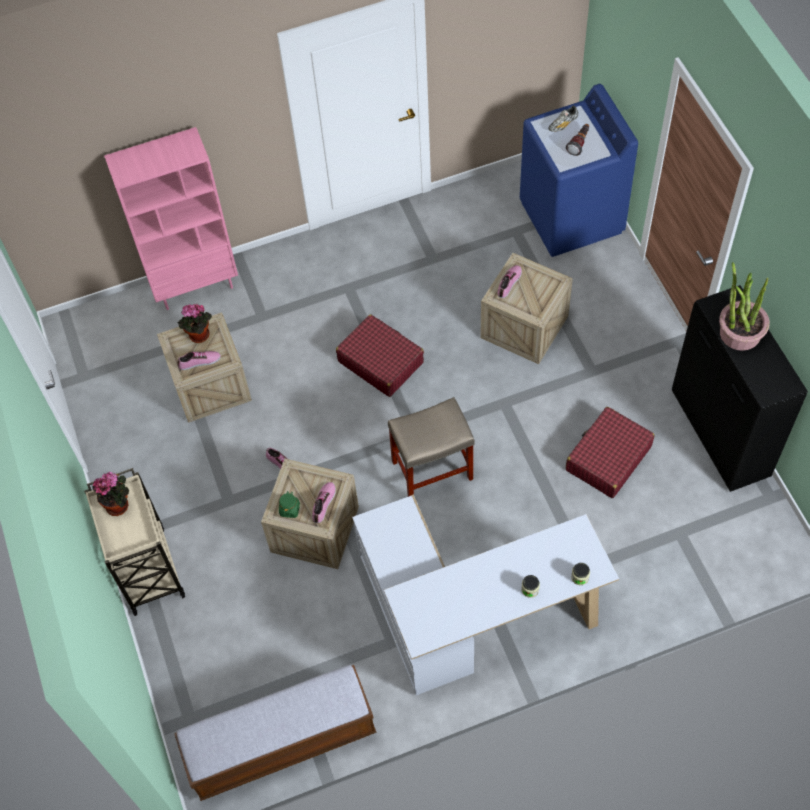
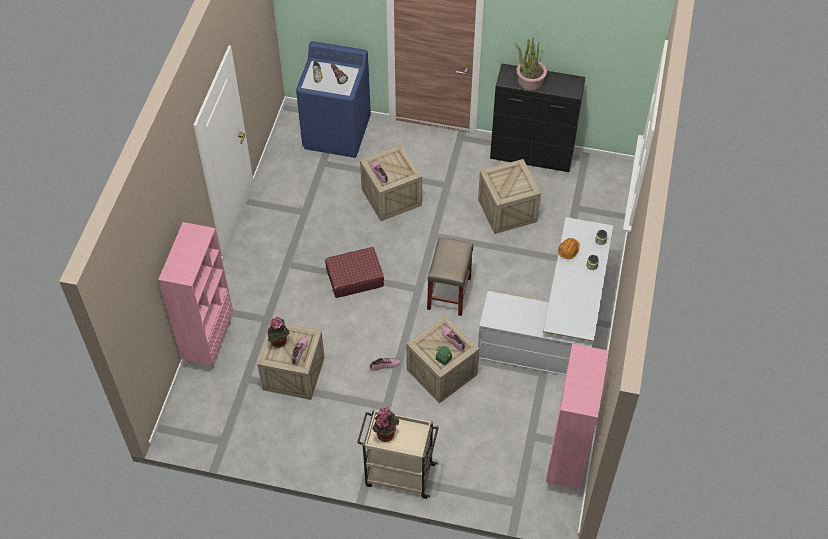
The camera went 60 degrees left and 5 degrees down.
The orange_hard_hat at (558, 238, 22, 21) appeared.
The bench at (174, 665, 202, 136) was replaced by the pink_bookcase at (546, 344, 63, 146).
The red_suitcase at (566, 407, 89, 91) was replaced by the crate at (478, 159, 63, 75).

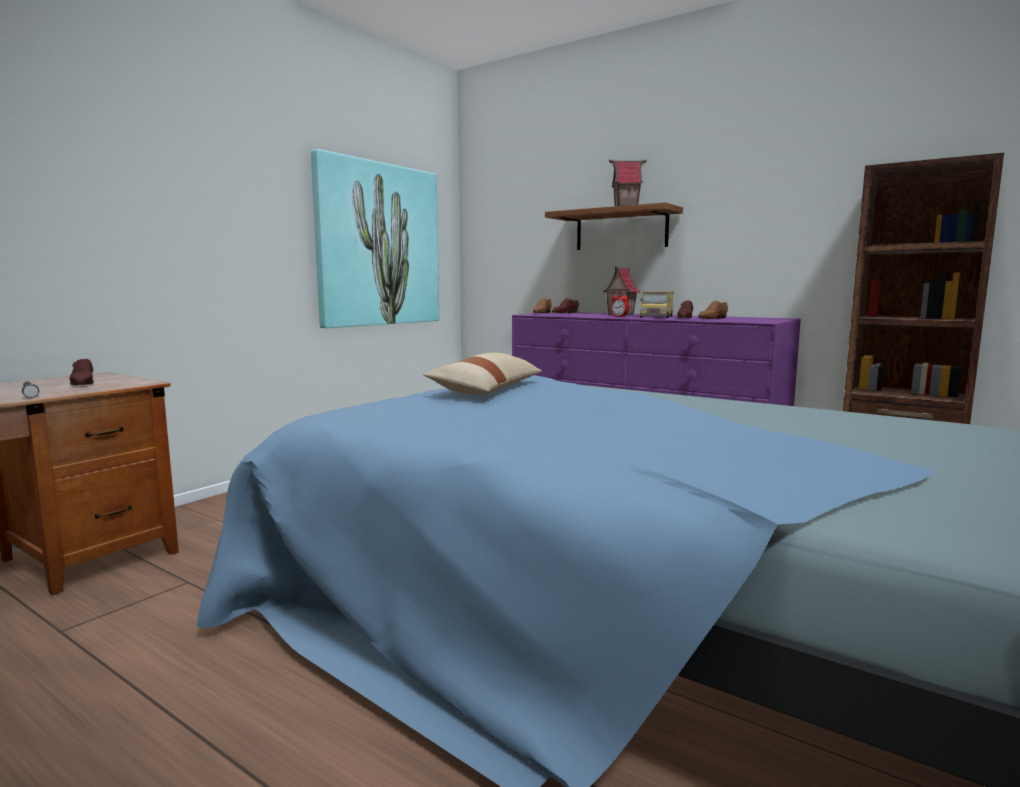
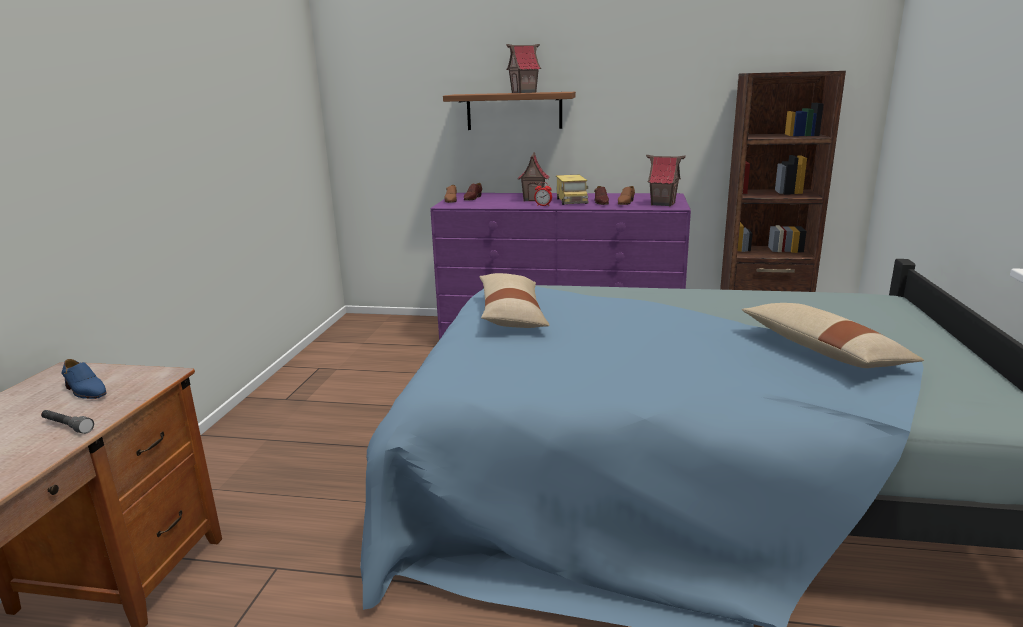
The camera went 25 degrees left and 10 degrees up.
The picture at (311, 149, 128, 179) disappeared.
The toy_house at (646, 155, 40, 51) appeared.
The beige_pillow at (742, 303, 182, 65) appeared.
The brown_shoe at (69, 359, 25, 26) became the blue_shoe at (62, 359, 45, 40).

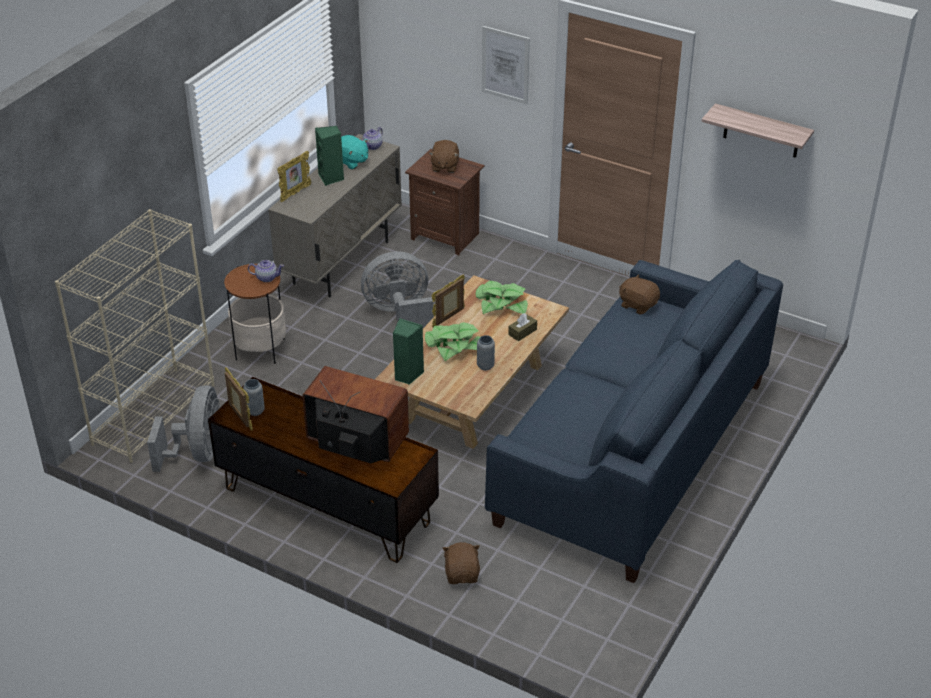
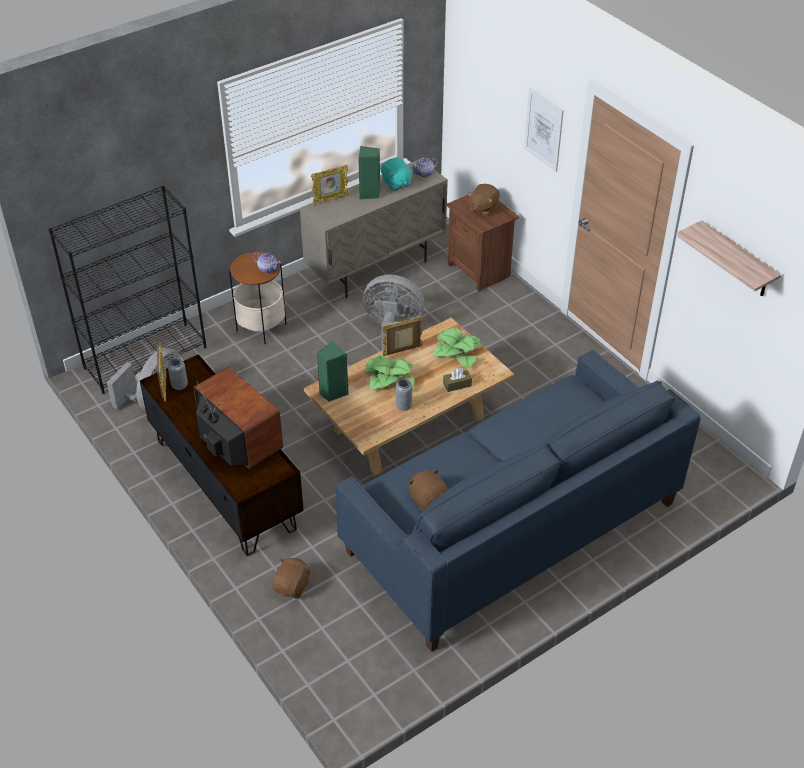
The camera went 25 degrees right and 5 degrees up.
The brown_plush_toy moved from (619, 274, 41, 41) to (407, 469, 41, 43).
The beige_bookcase at (55, 209, 160, 254) became the black_bookcase at (48, 185, 159, 209).

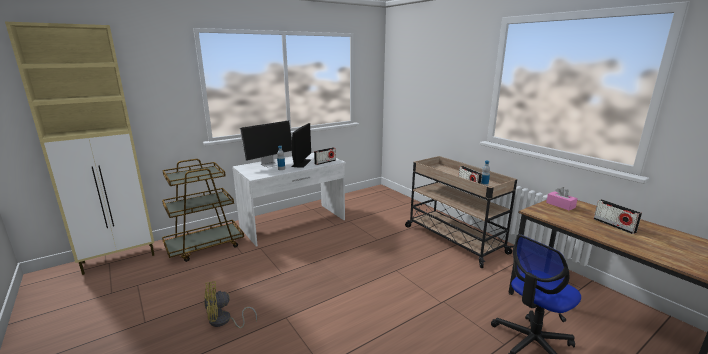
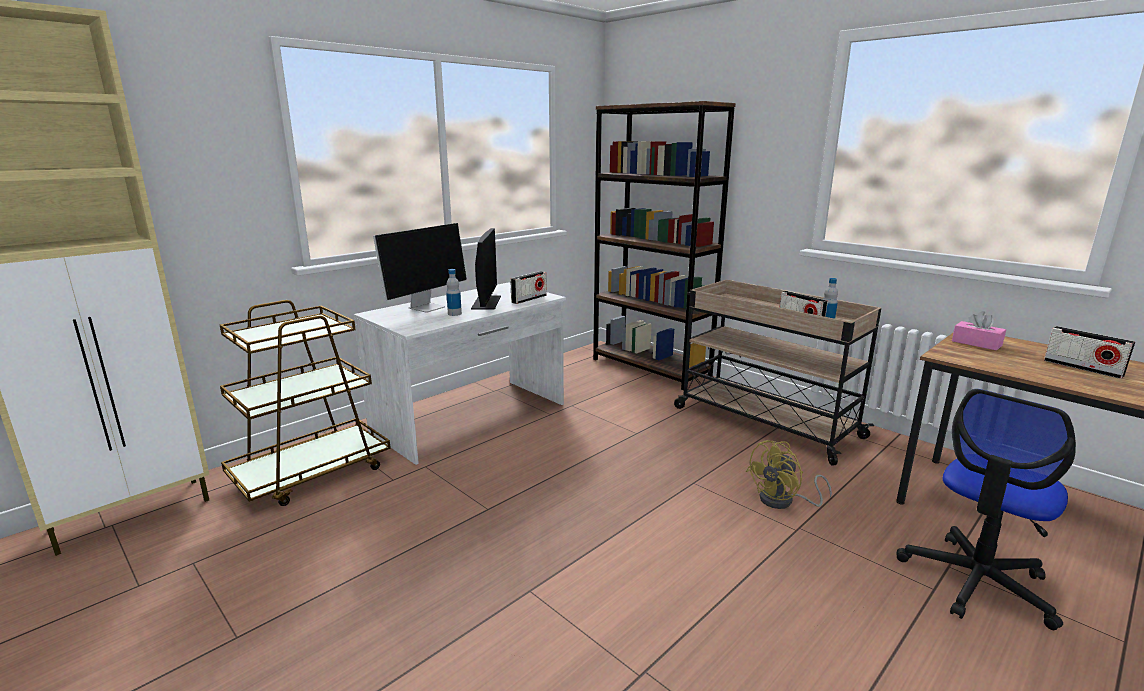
The camera went 10 degrees left and 0 degrees up.
The brown_bookcase at (593, 101, 143, 289) appeared.
The yellow_fan moved from (204, 281, 53, 47) to (746, 440, 86, 69).

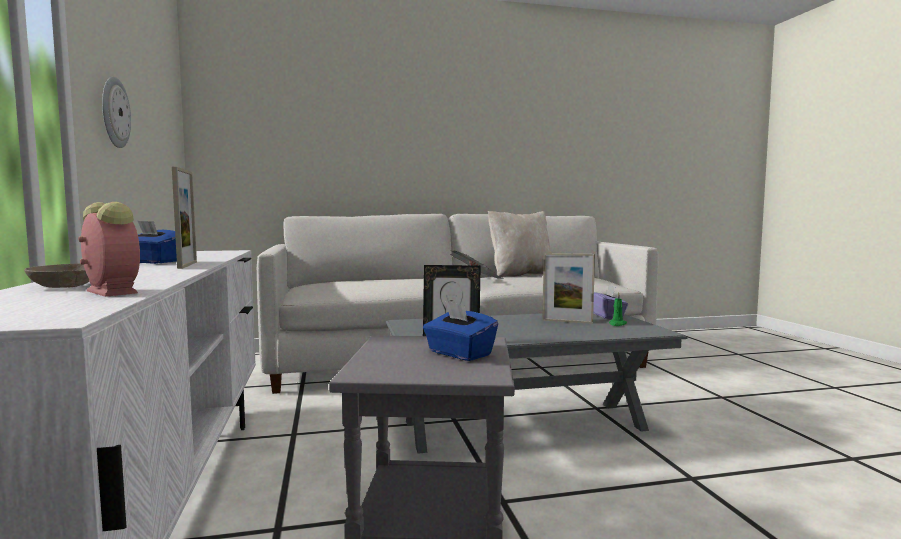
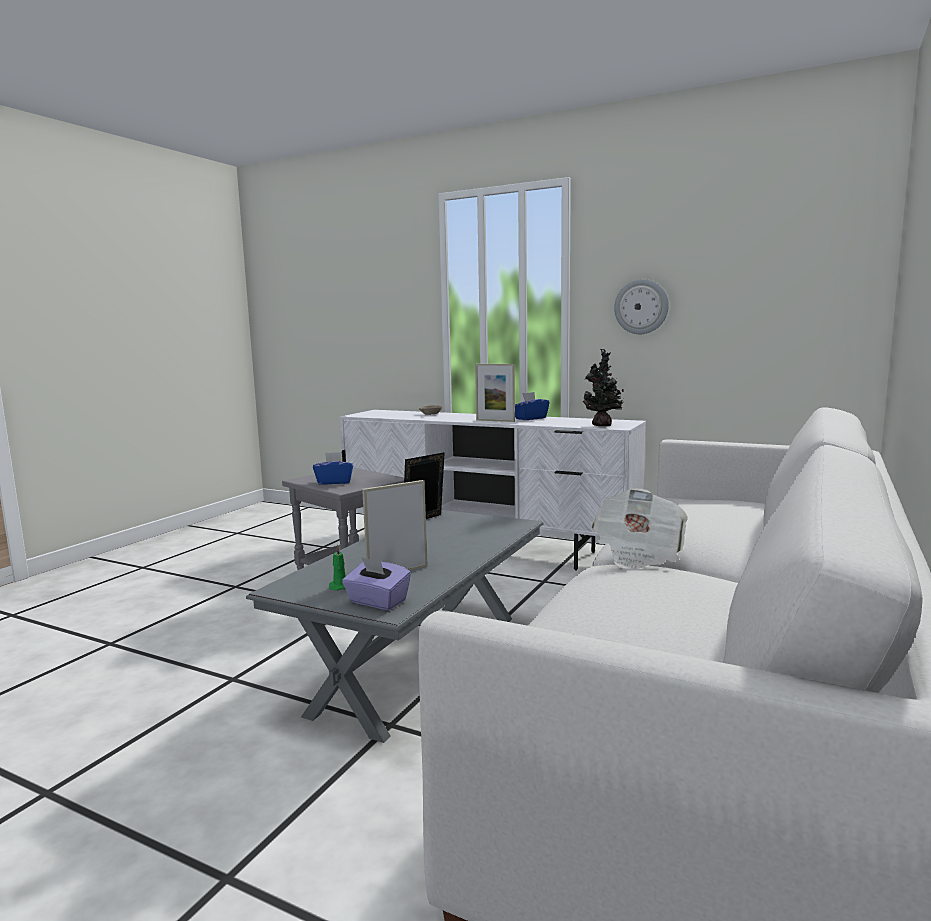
The camera went 130 degrees right and 5 degrees up.
The alarm_clock at (78, 202, 62, 95) disappeared.
The beige_pillow at (488, 211, 64, 66) disappeared.
The potted_plant at (583, 349, 41, 77) appeared.

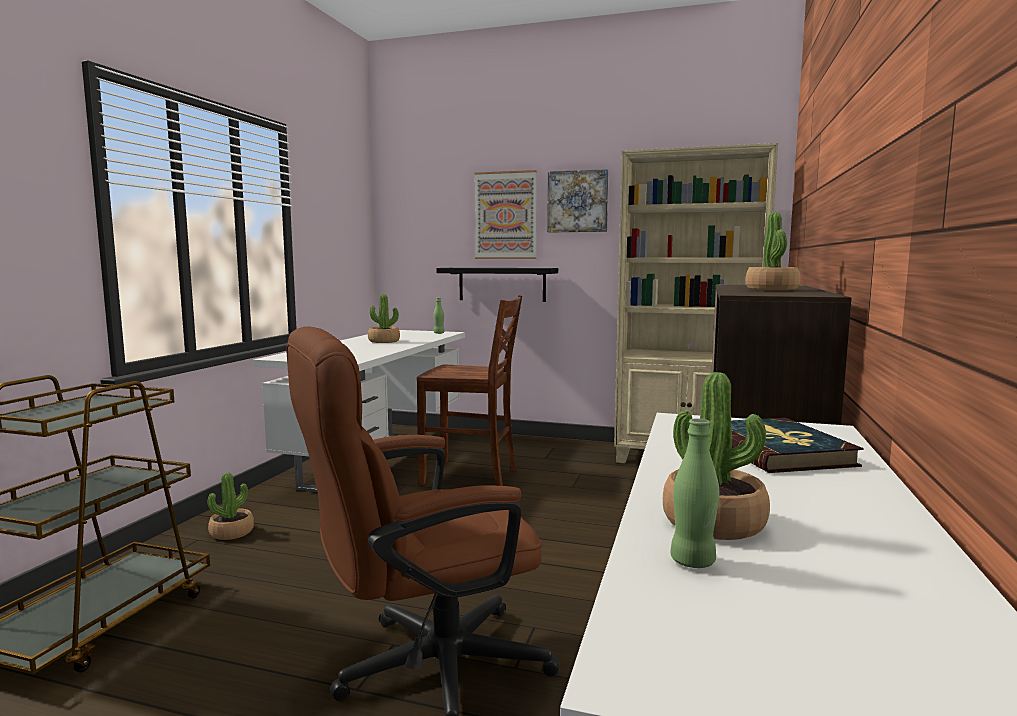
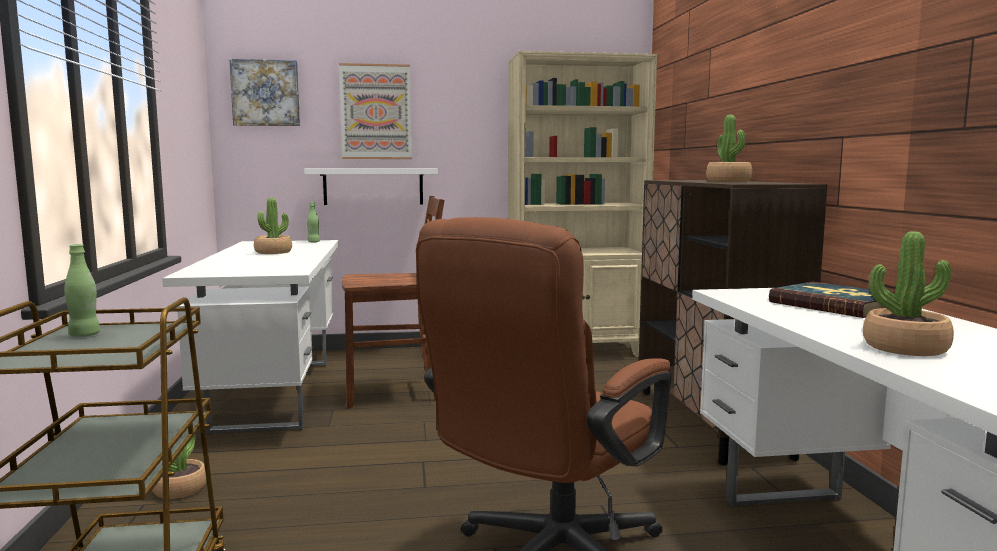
The camera went 25 degrees left and 0 degrees up.
The picture moved from (547, 169, 62, 63) to (229, 59, 71, 67).
The green_bottle moved from (670, 418, 49, 150) to (64, 244, 36, 93).
The black_shelf at (436, 268, 122, 34) became the white_shelf at (304, 169, 134, 36).

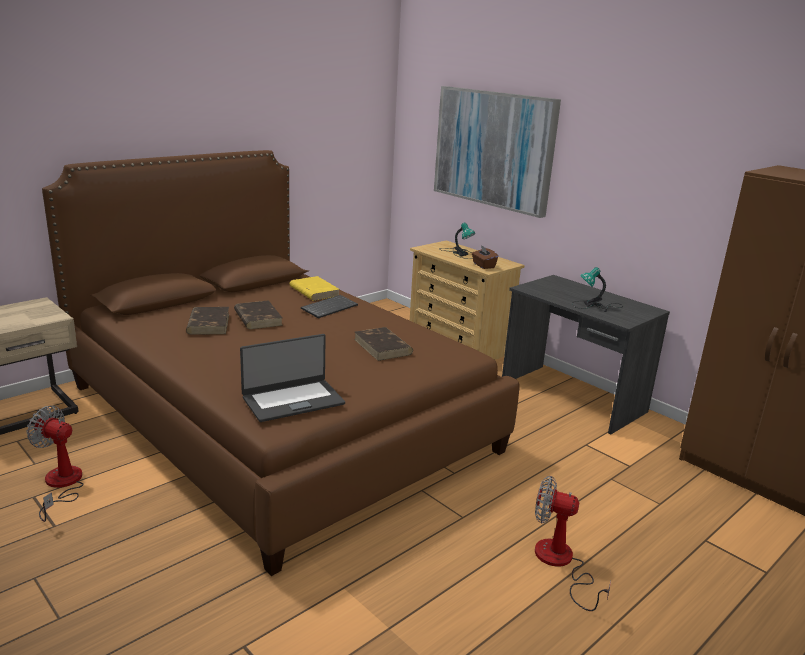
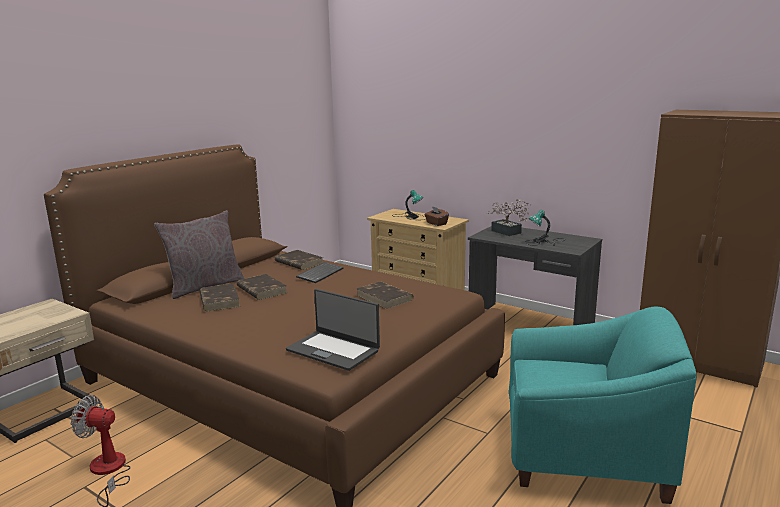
The camera went 10 degrees left and 5 degrees down.
The picture at (434, 86, 127, 132) disappeared.
The grey_pillow at (154, 210, 91, 89) appeared.
The potted_plant at (487, 199, 44, 37) appeared.
The fan at (535, 476, 76, 135) was replaced by the turquoise_armchair at (509, 306, 188, 198).
The yellow_book at (290, 276, 50, 25) became the brown_book at (275, 250, 48, 20).
The laptop at (240, 334, 105, 88) turned 75 degrees clockwise.

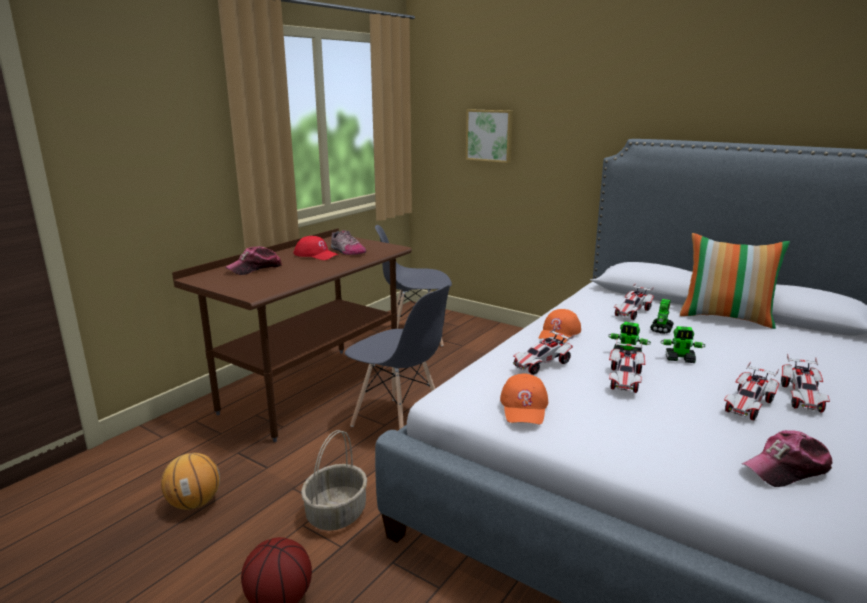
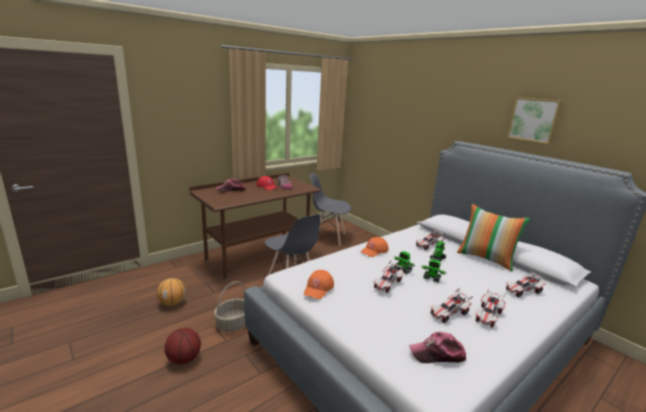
The camera went 15 degrees right and 0 degrees up.
The picture moved from (466, 109, 47, 54) to (507, 97, 55, 47).
The toy_car moved from (513, 327, 61, 48) to (506, 271, 42, 26).

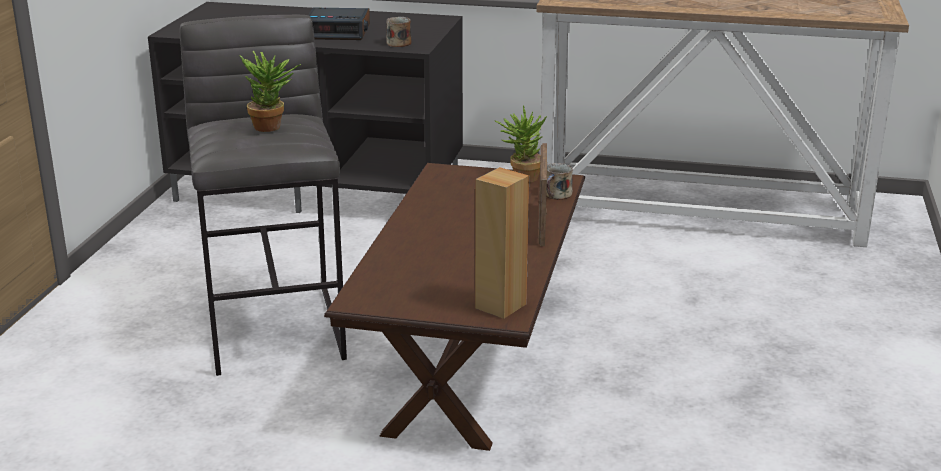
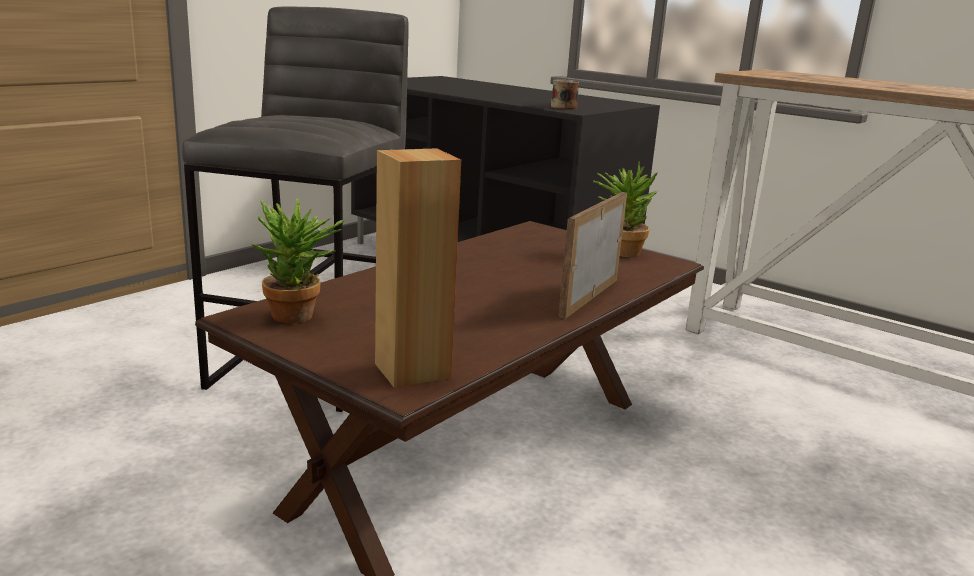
The camera went 25 degrees right and 5 degrees down.
The alarm_clock at (308, 7, 62, 33) disappeared.
The mug at (546, 163, 27, 37) disappeared.
The potted_plant moved from (239, 51, 62, 81) to (251, 198, 94, 125).

